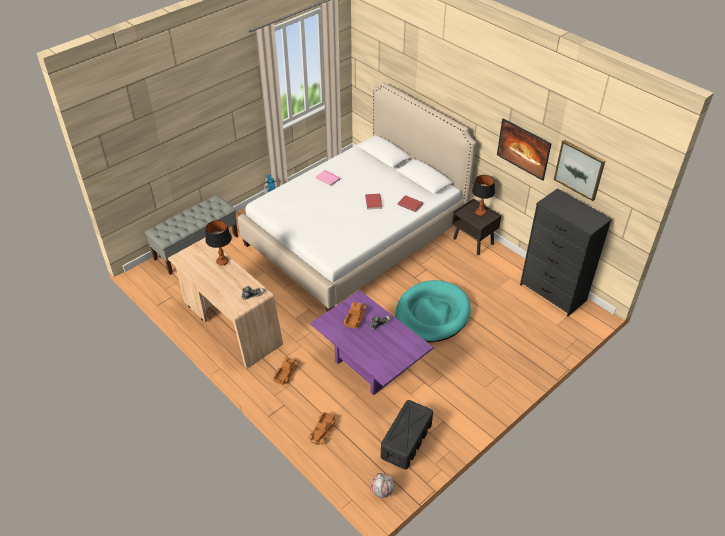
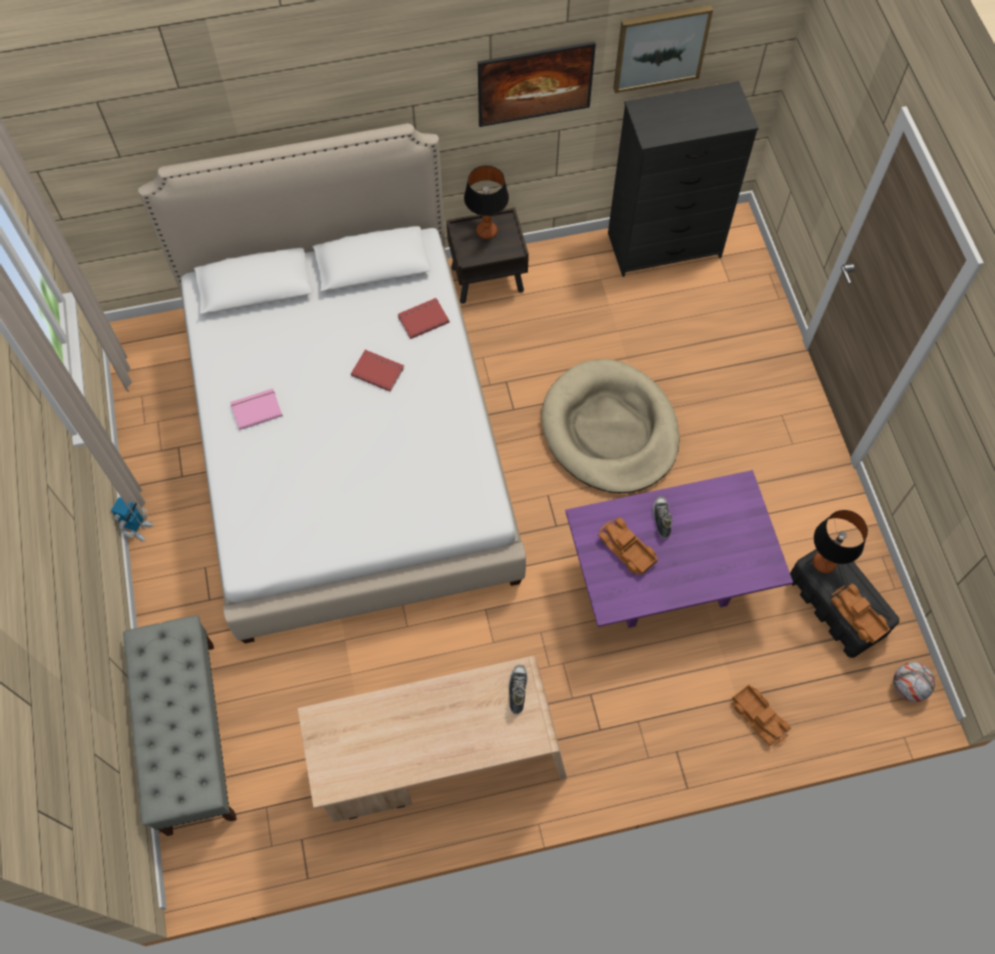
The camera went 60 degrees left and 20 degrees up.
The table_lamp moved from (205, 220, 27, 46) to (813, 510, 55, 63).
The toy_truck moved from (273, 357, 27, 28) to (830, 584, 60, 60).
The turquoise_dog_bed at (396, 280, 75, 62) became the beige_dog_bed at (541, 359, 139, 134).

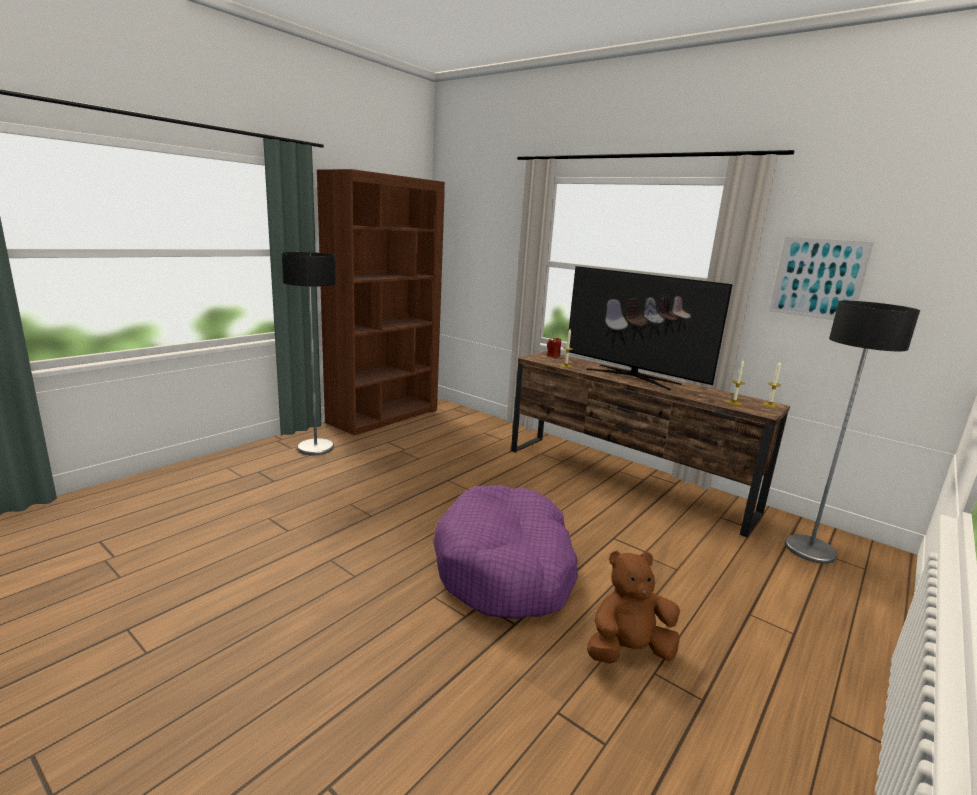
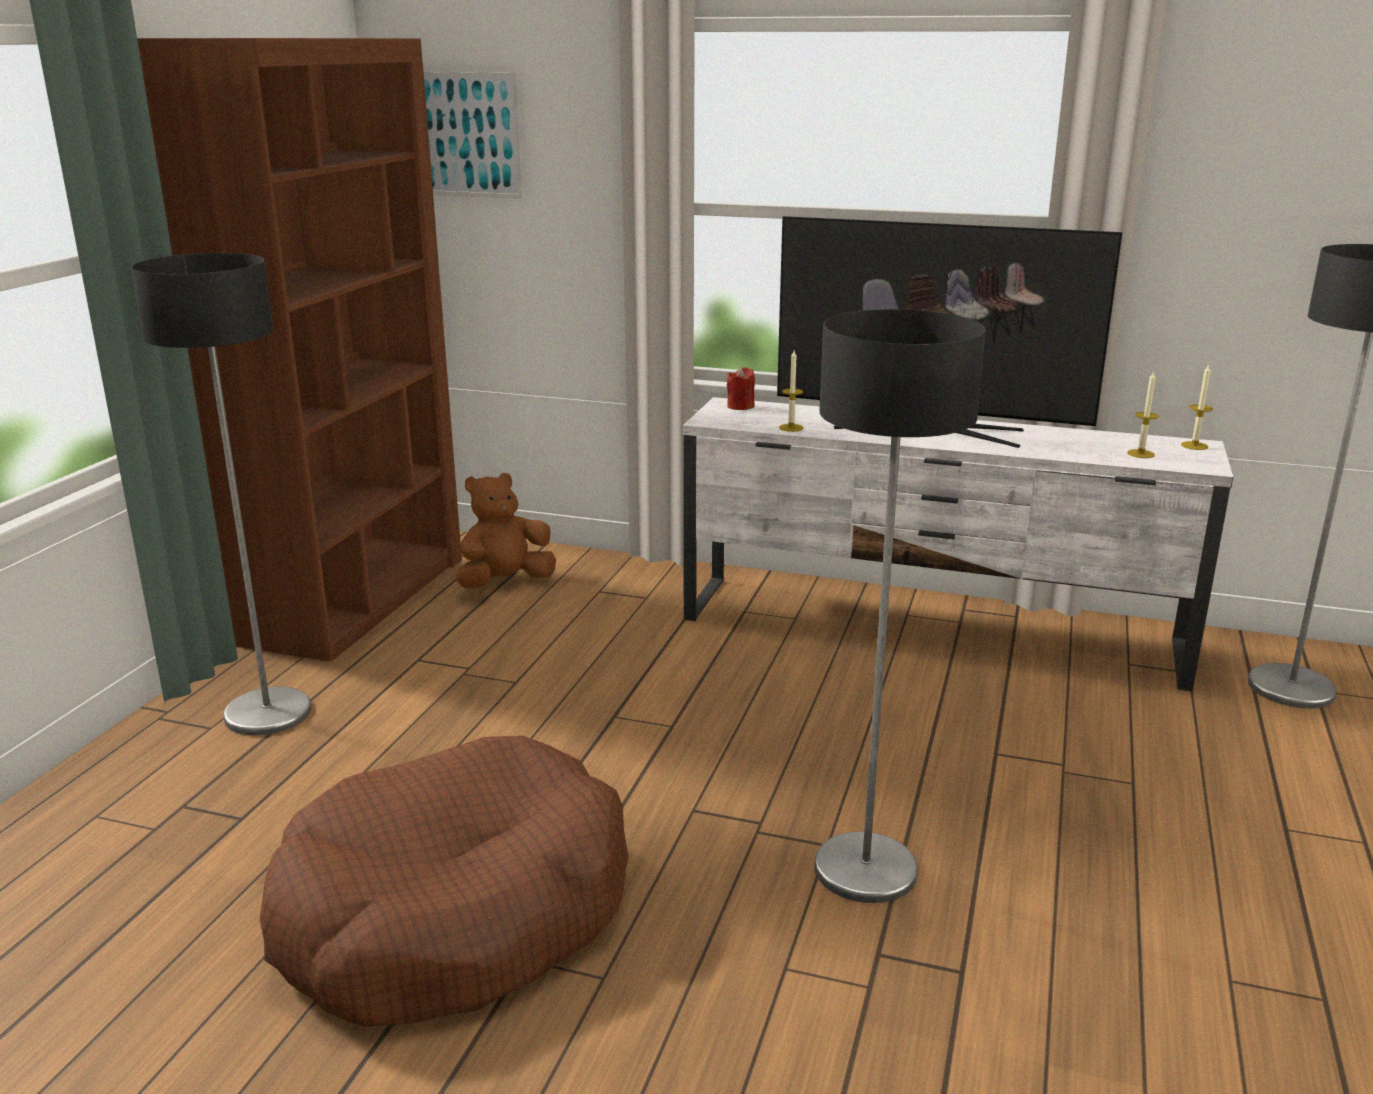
The camera went 20 degrees left and 5 degrees up.
The brown_dog_bed at (260, 736, 369, 291) appeared.
The brown_plush_toy moved from (587, 551, 93, 113) to (456, 473, 100, 115).
The picture moved from (769, 237, 105, 83) to (424, 72, 99, 127).
The purple_dog_bed at (433, 485, 145, 134) was replaced by the floor_lamp at (814, 309, 172, 594).
The brown_tv_stand at (511, 351, 279, 187) became the white_tv_stand at (683, 397, 550, 294).

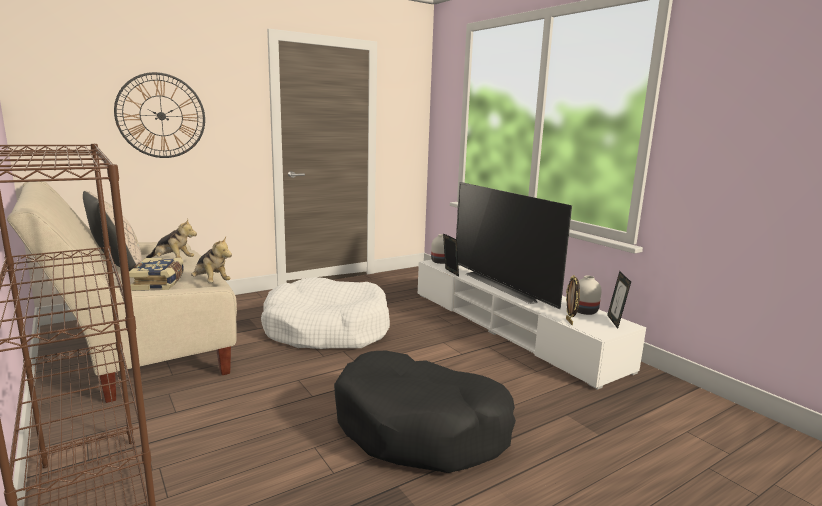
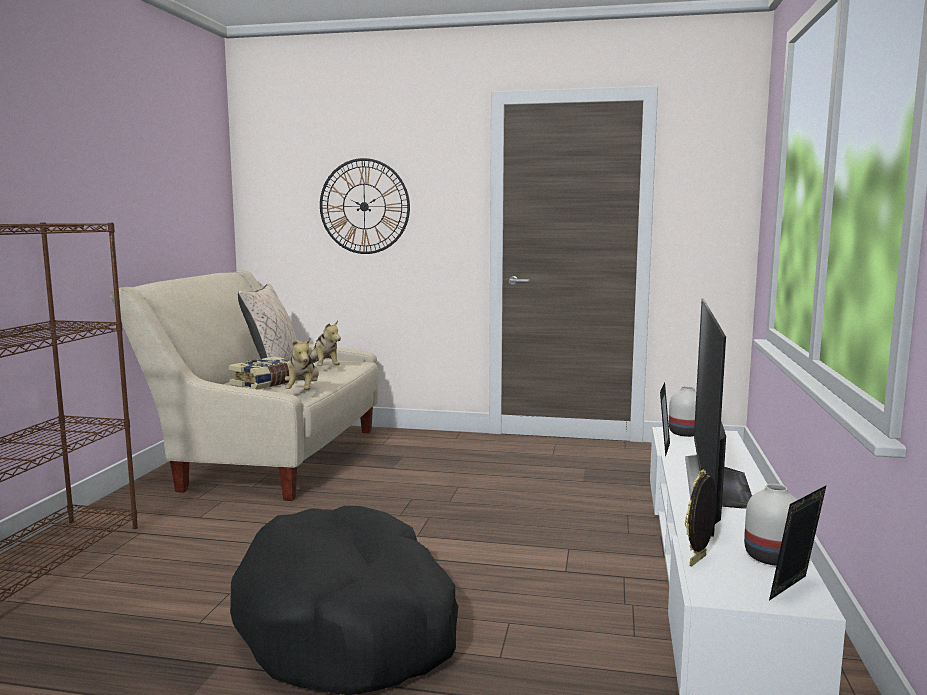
The camera went 45 degrees right and 5 degrees down.
The white_dog_bed at (261, 277, 129, 72) disappeared.

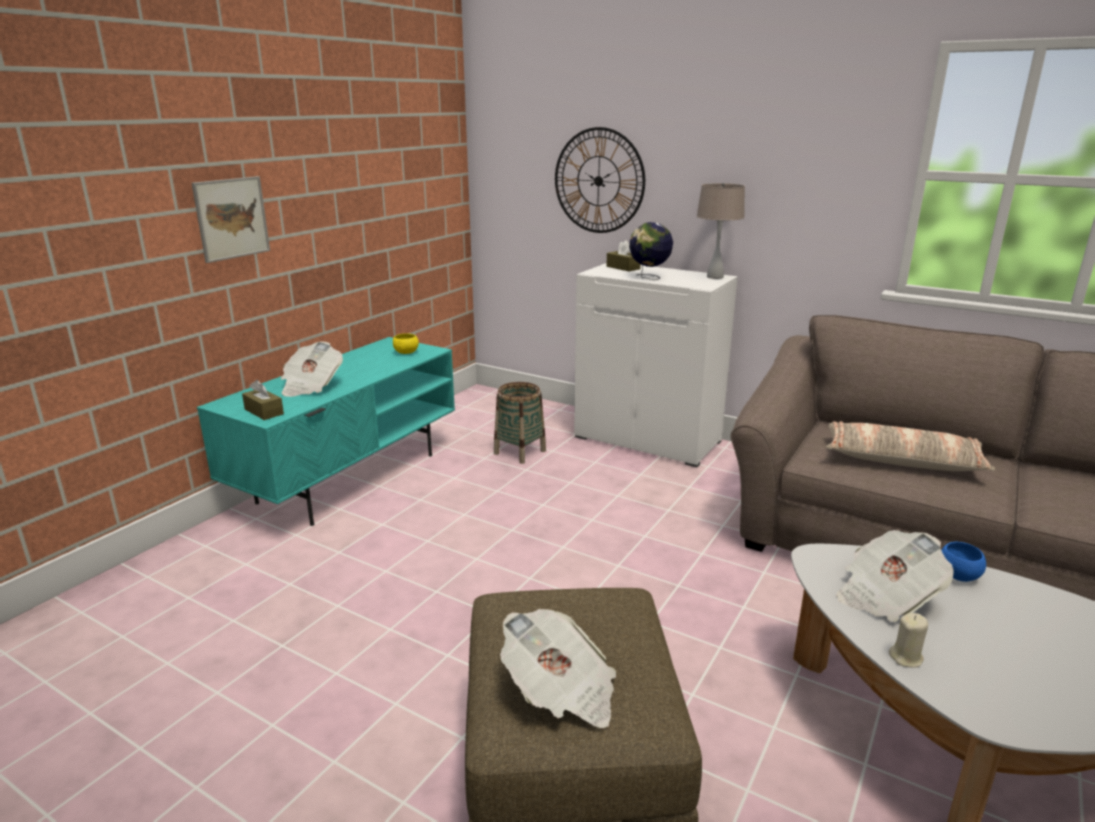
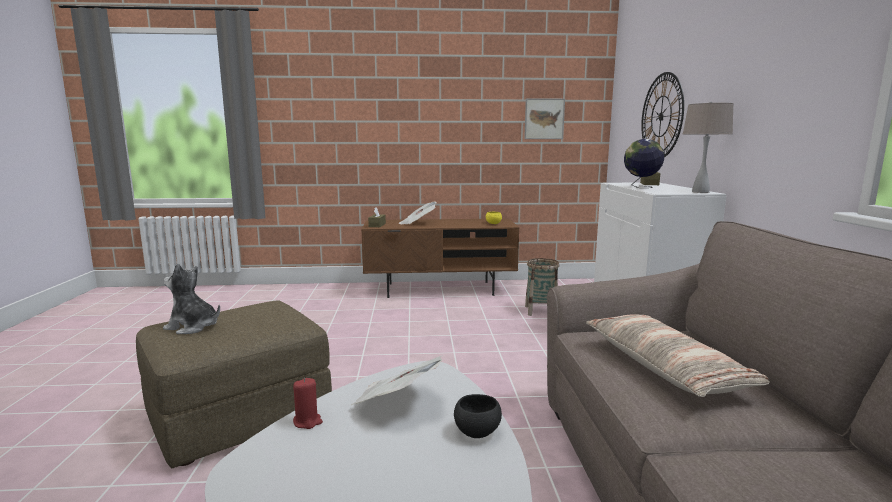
The camera went 55 degrees right and 10 degrees down.
The picture moved from (192, 176, 78, 87) to (524, 98, 41, 41).
The newspaper at (500, 609, 116, 119) was replaced by the plush_toy at (163, 263, 57, 71).
The turquoise_tv_stand at (197, 337, 258, 189) became the brown_tv_stand at (361, 219, 159, 79).
The beige_candle at (889, 613, 39, 55) became the red_candle at (293, 378, 30, 51).
The blue_bowl at (941, 542, 45, 40) became the black_bowl at (454, 394, 48, 44).

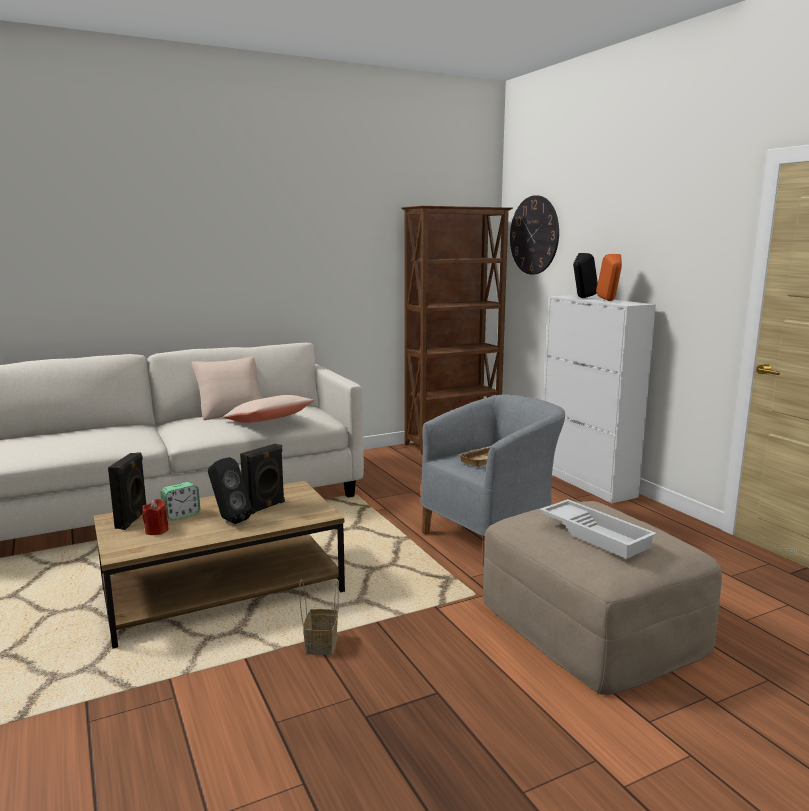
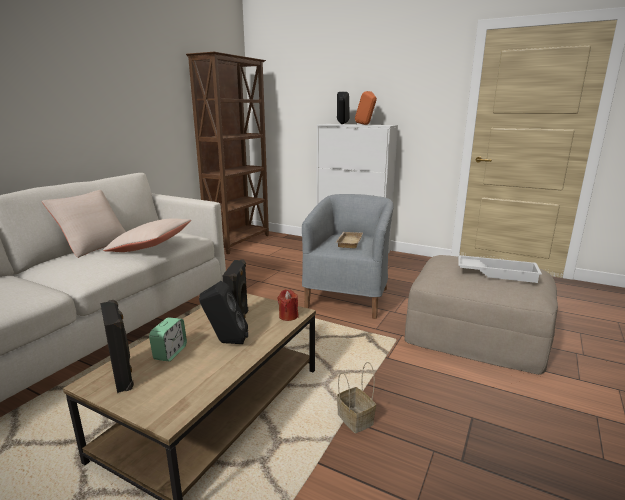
The camera went 35 degrees left and 5 degrees up.
The wall_clock at (510, 195, 49, 80) disappeared.
The red_candle moved from (142, 499, 27, 36) to (278, 289, 20, 32).

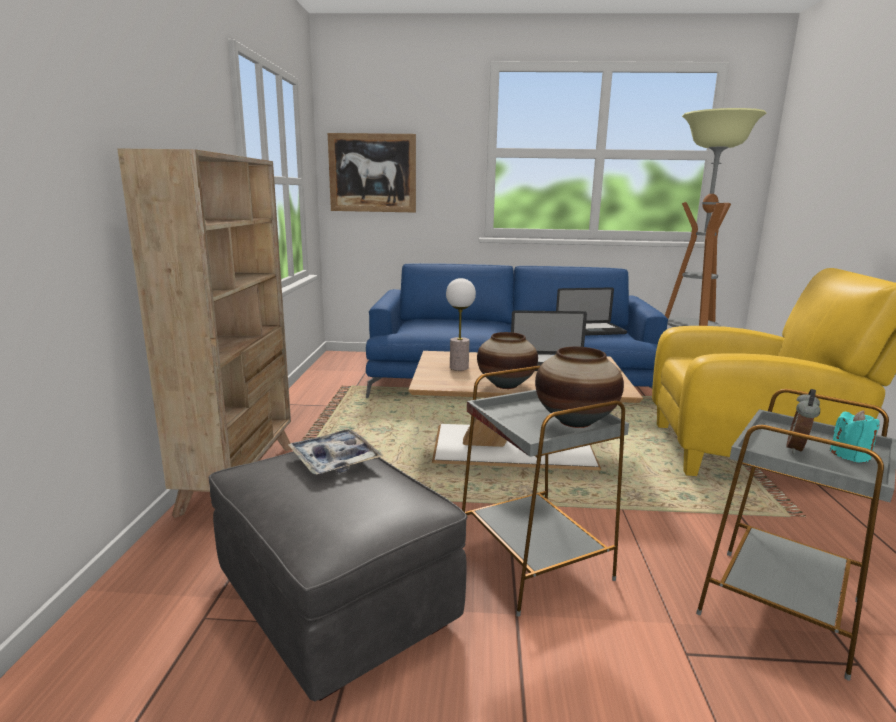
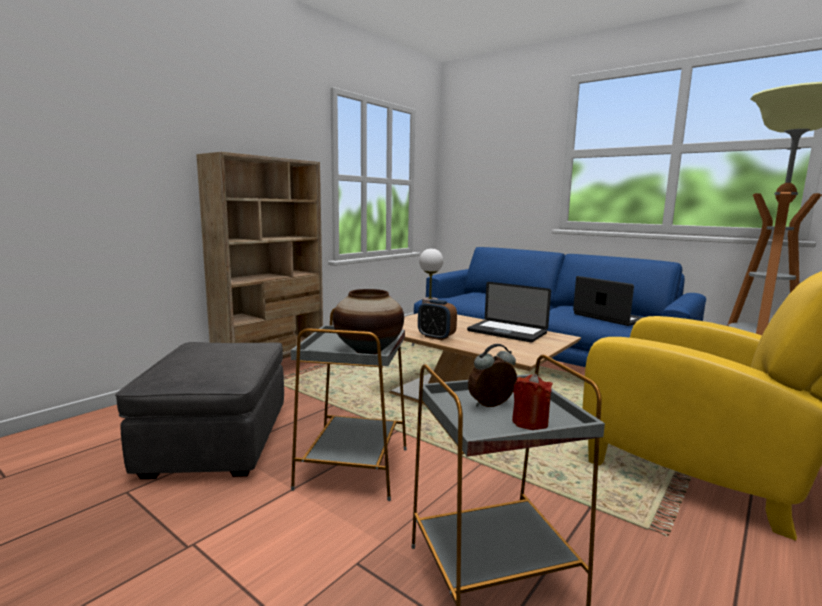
The camera went 35 degrees right and 5 degrees down.
The tray at (288, 429, 96, 46) disappeared.
The picture at (328, 133, 88, 79) disappeared.
The vase at (477, 332, 61, 57) was replaced by the alarm_clock at (418, 299, 39, 42).
The turquoise_candle at (830, 410, 50, 52) became the red_candle at (512, 374, 41, 56).
The laptop at (556, 287, 71, 49) turned 150 degrees counterclockwise.

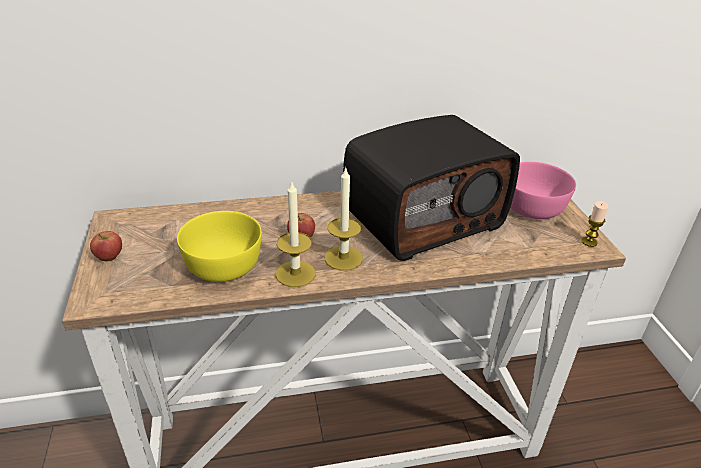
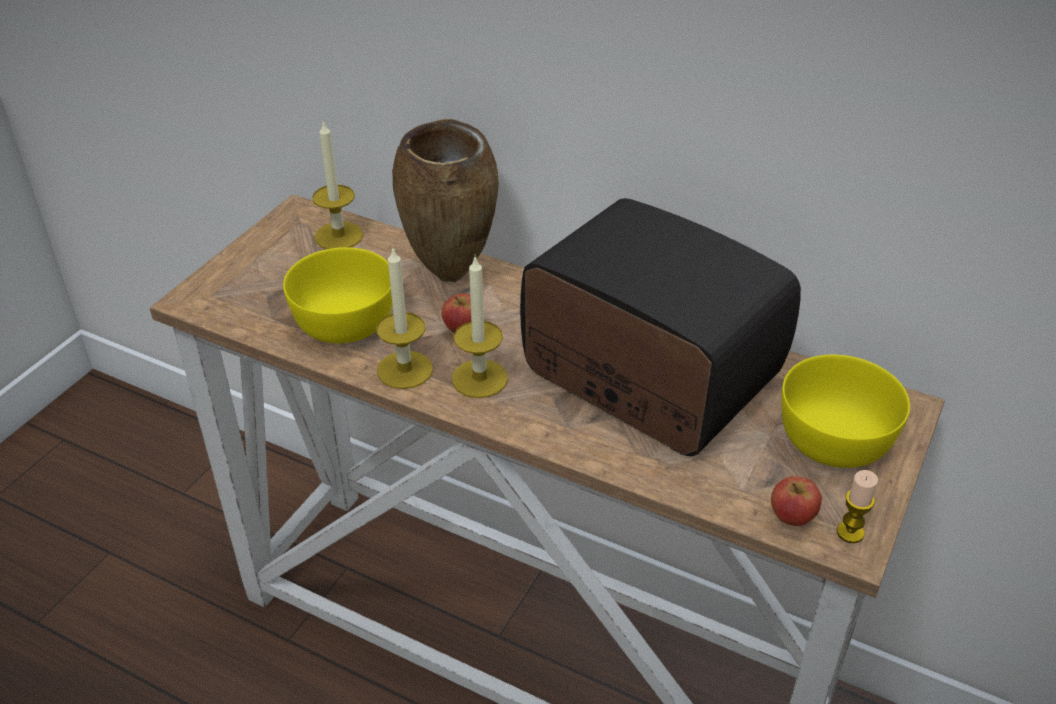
The camera went 40 degrees right and 5 degrees up.
The candle at (312, 120, 51, 129) appeared.
The brown_vase at (392, 119, 107, 163) appeared.
The apple moved from (90, 231, 32, 30) to (771, 476, 51, 50).
The pink_bowl at (510, 162, 66, 57) became the yellow_bowl at (782, 354, 128, 114).
The radio at (343, 115, 177, 146) turned 150 degrees counterclockwise.

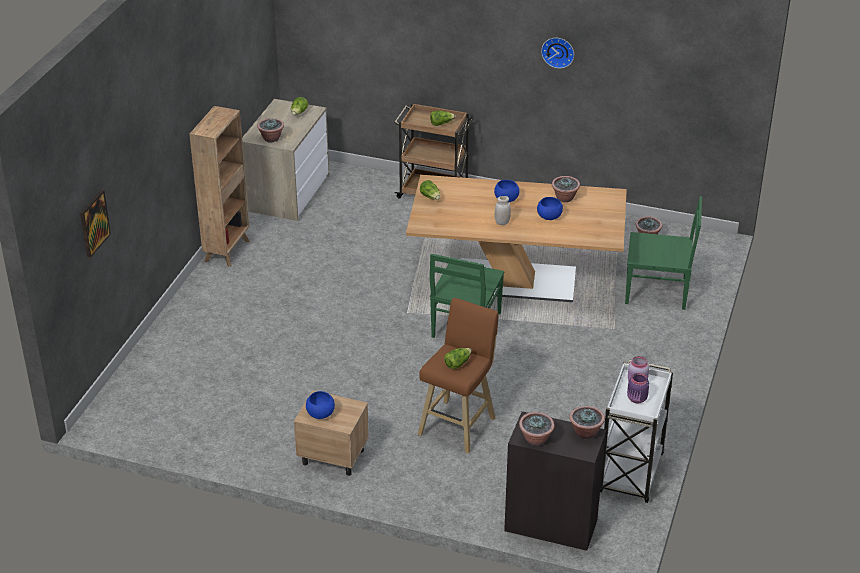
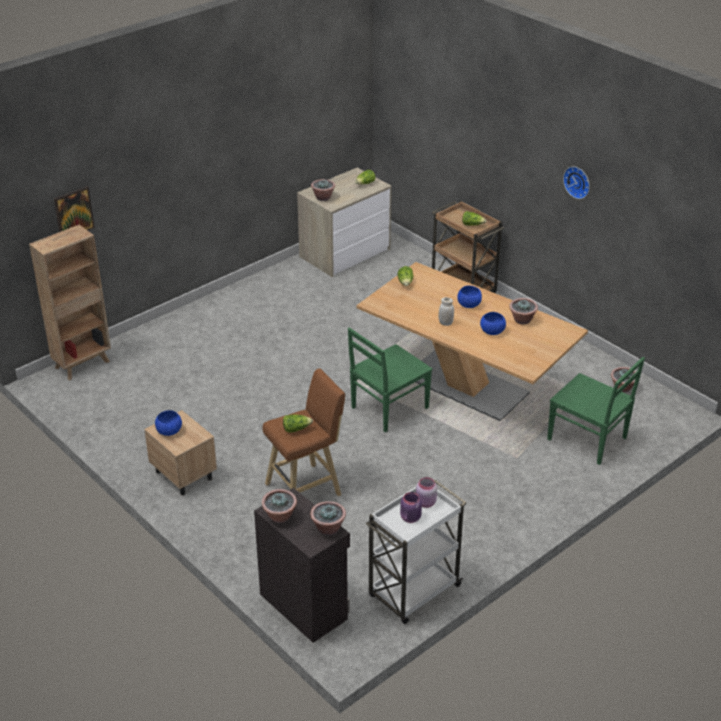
The camera went 30 degrees right and 0 degrees up.
The brown_bookcase moved from (189, 106, 61, 161) to (29, 225, 82, 155).

